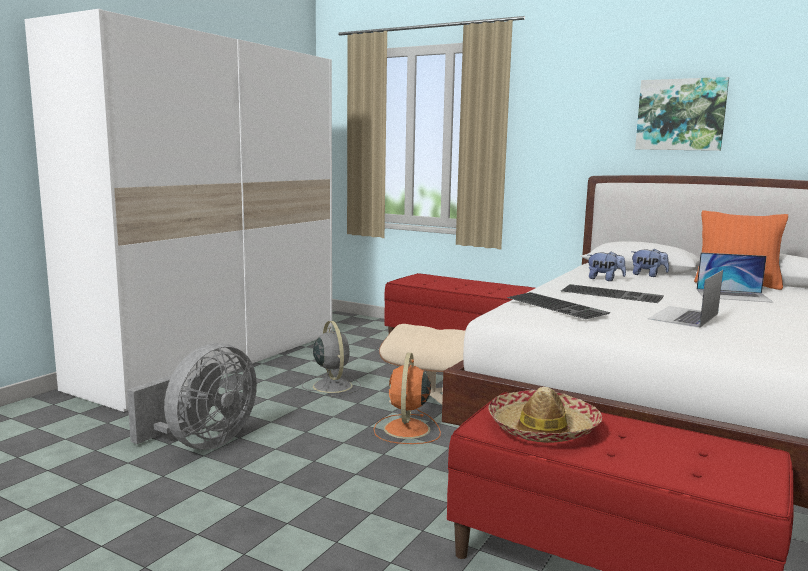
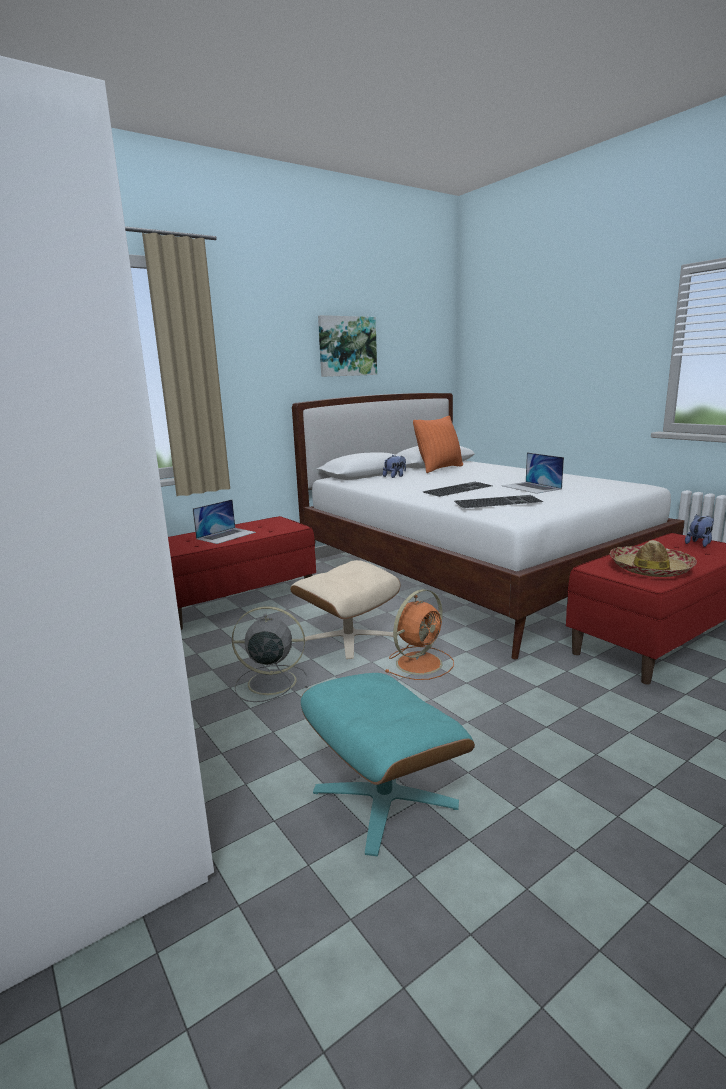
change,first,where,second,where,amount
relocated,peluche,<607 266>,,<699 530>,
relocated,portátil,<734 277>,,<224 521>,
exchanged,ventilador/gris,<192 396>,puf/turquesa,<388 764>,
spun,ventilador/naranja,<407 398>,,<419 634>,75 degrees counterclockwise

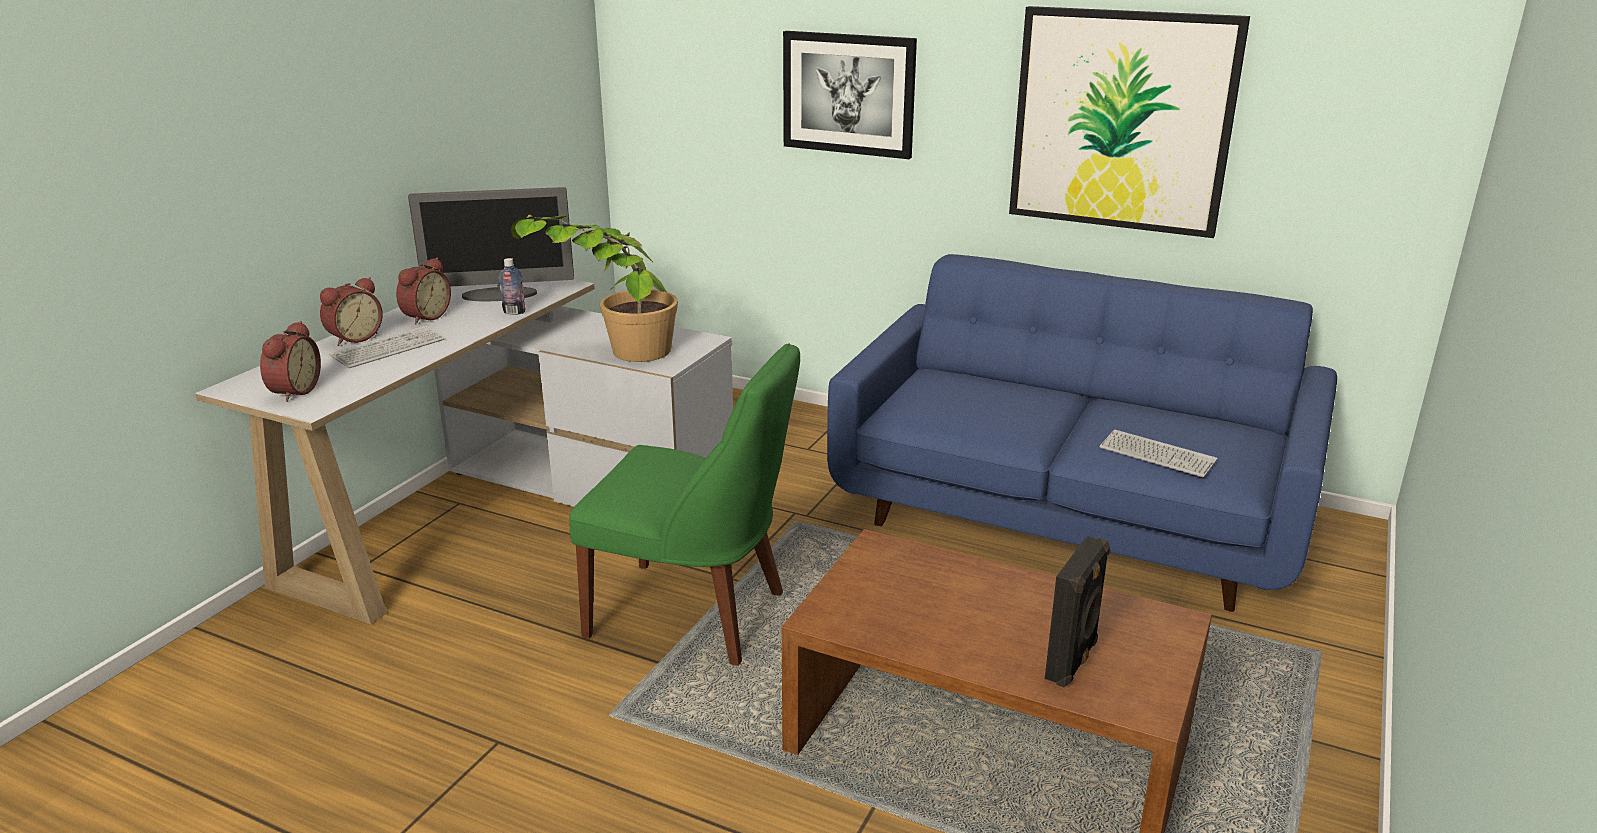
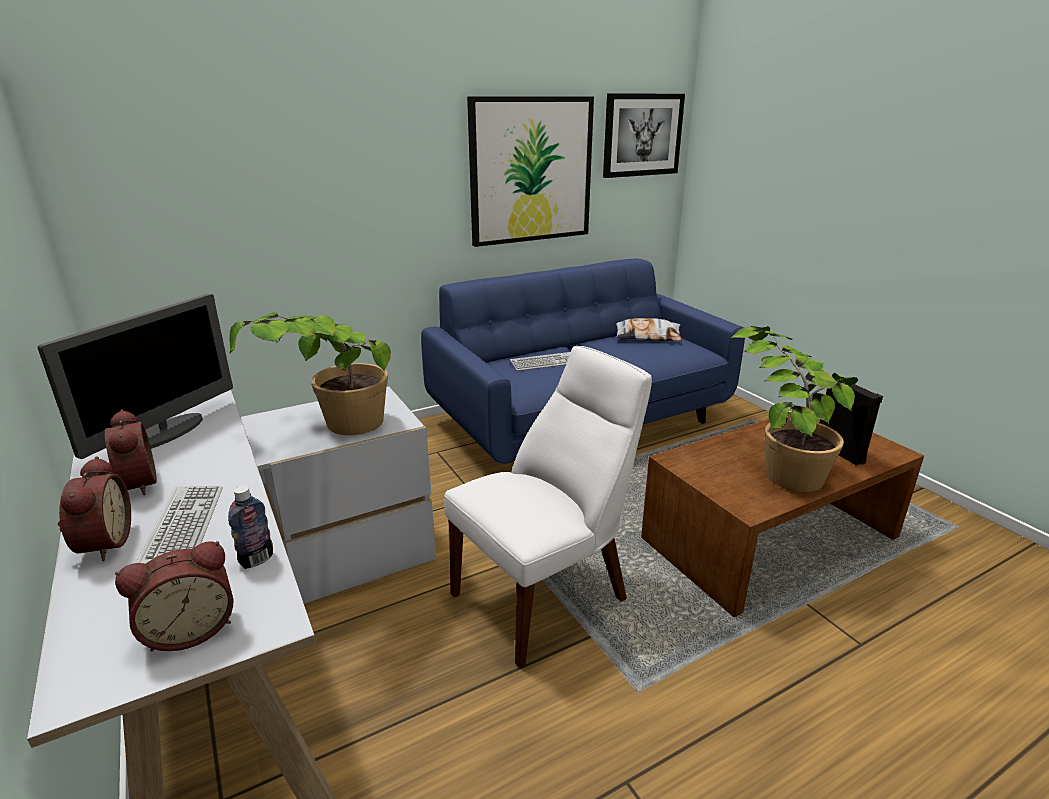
change,first,where,second,where,amount
appeared,,,cojín,<649 329>,
appeared,,,planta en maceta,<794 409>,
relocated,botella,<512 286>,,<250 527>,
relocated,cuadro,<850 95>,,<644 135>,
relocated,teclado,<1159 453>,,<540 361>,
colour,silla/verde,<684 504>,silla/blanco,<548 507>,
spun,despertador,<290 361>,,<174 596>,105 degrees clockwise

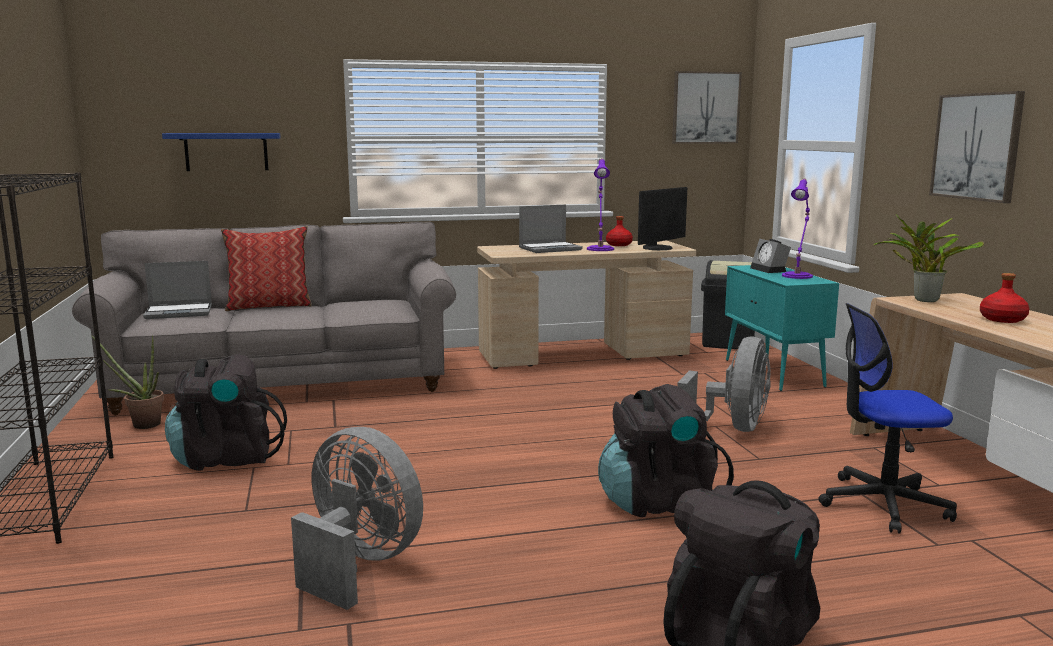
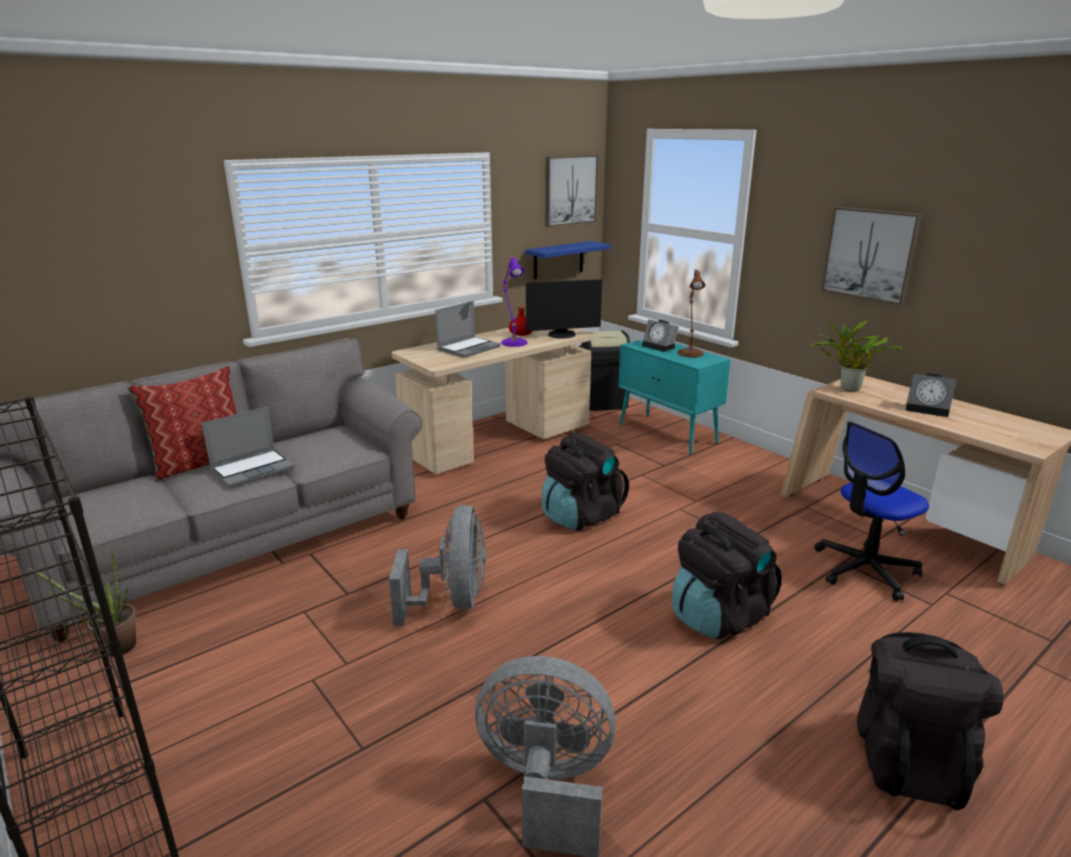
change,first,where,second,where,amount
relocated,portátil,<177 290>,,<248 447>,
relocated,estante/azul,<221 152>,,<568 260>,
relocated,mochila/negro,<226 412>,,<585 482>,
relocated,ventilador/gris,<724 384>,,<437 565>,
exchanged,botella/rojo,<1004 298>,despertador,<931 395>,
colour,lámpara de mesa/morado,<797 229>,lámpara de mesa/marrón,<691 313>,
spun,monitor,<662 218>,,<564 309>,60 degrees clockwise

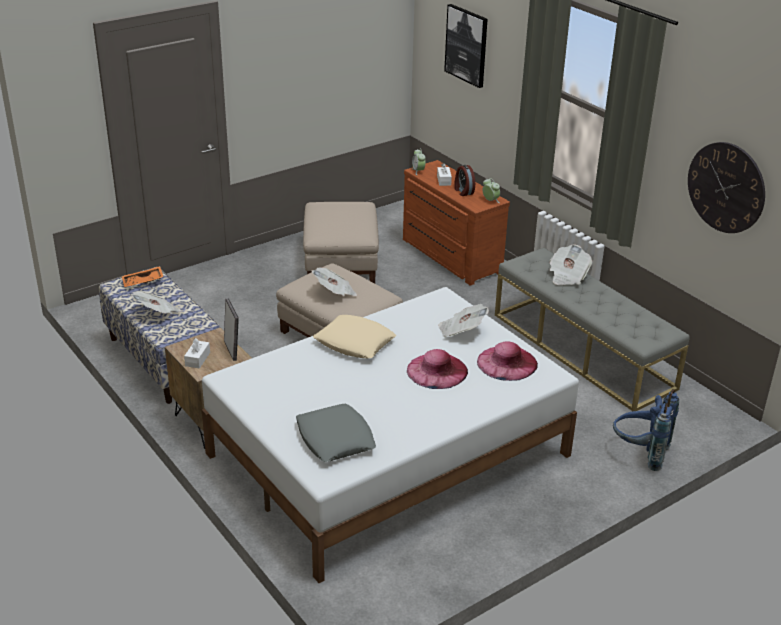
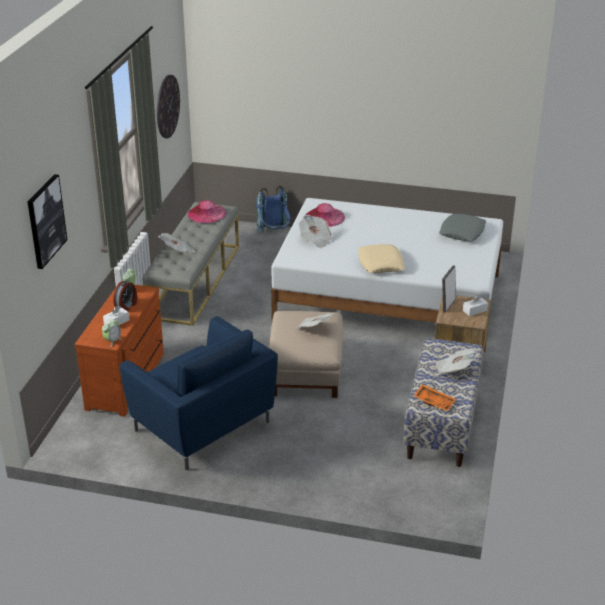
change,first,where,second,where,amount
relocated,sombrero/rosa,<437 369>,,<207 211>,
exchanged,puf/beis,<341 242>,sillón/azul,<199 393>,

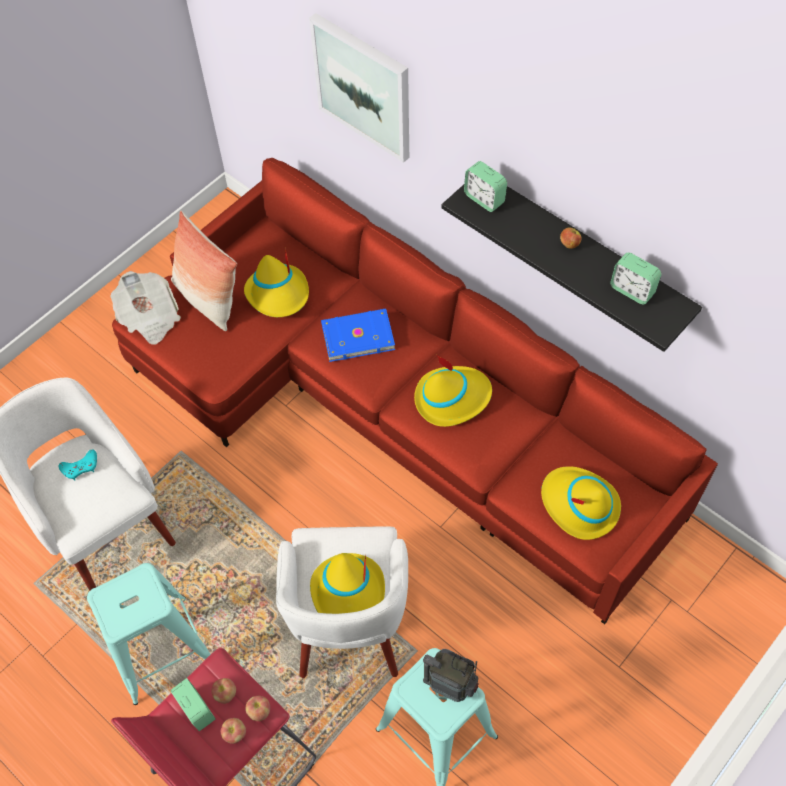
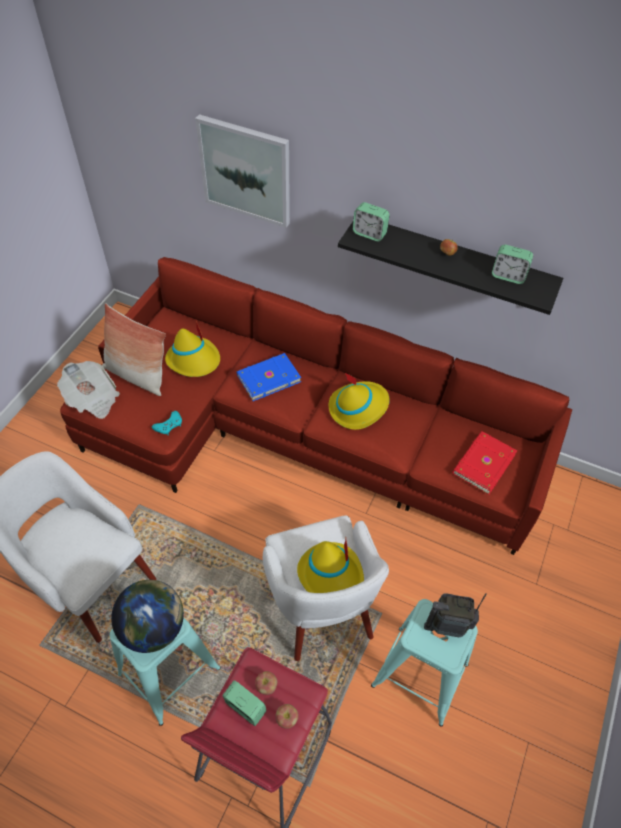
change,first,where,second,where,amount
missing,manzana,<257 708>,,,
appeared,,,globo terráqueo,<147 616>,
relocated,mando de consola/turquesa,<78 465>,,<167 423>,
exchanged,sombrero/amarillo,<581 503>,libro/rojo,<485 463>,

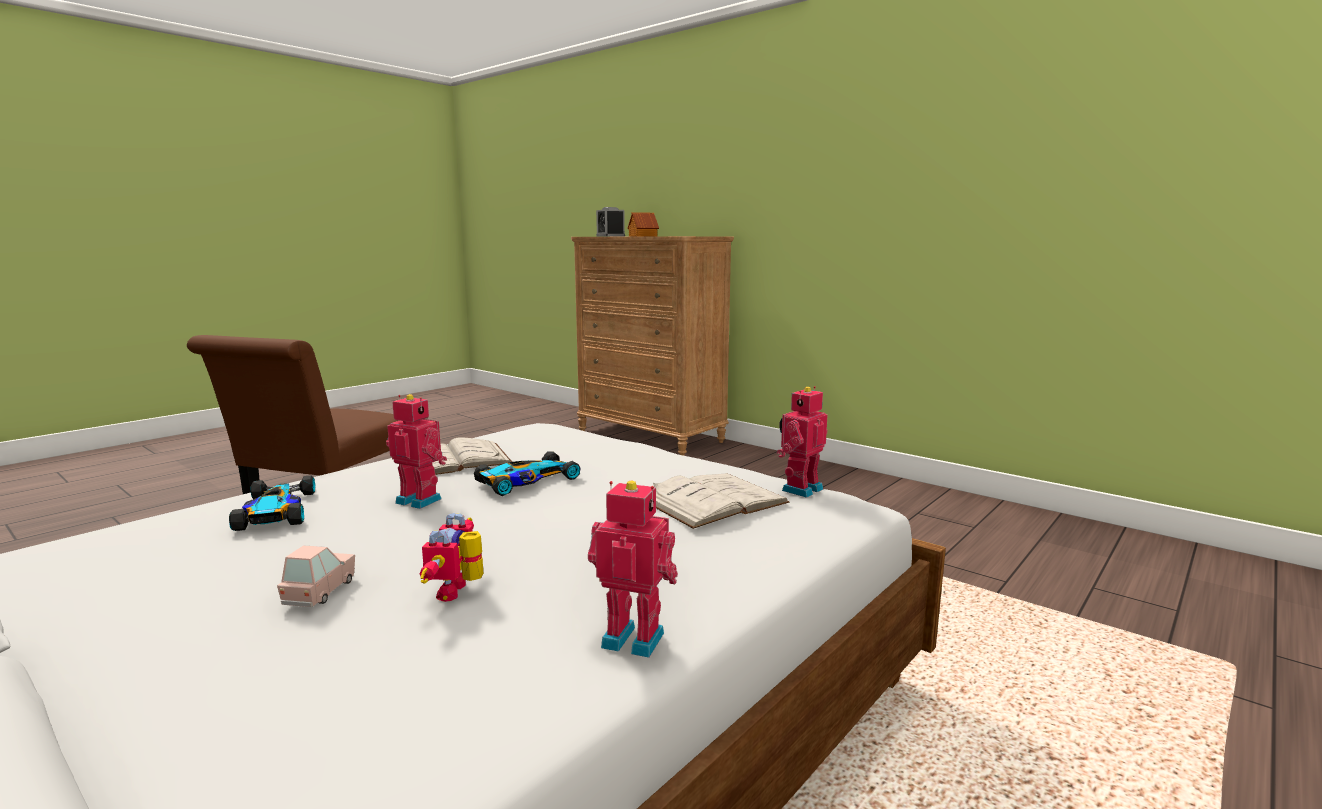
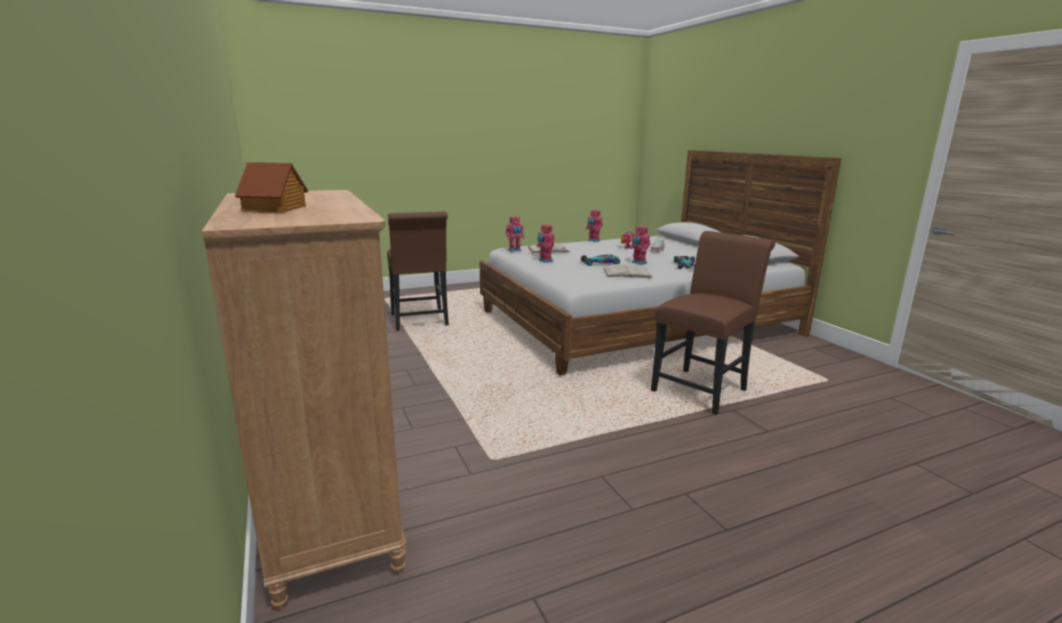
change,first,where,second,where,amount
missing,despertador,<610 221>,,,
appeared,,,silla/marrón,<418 271>,
appeared,,,robot de juguete,<546 243>,

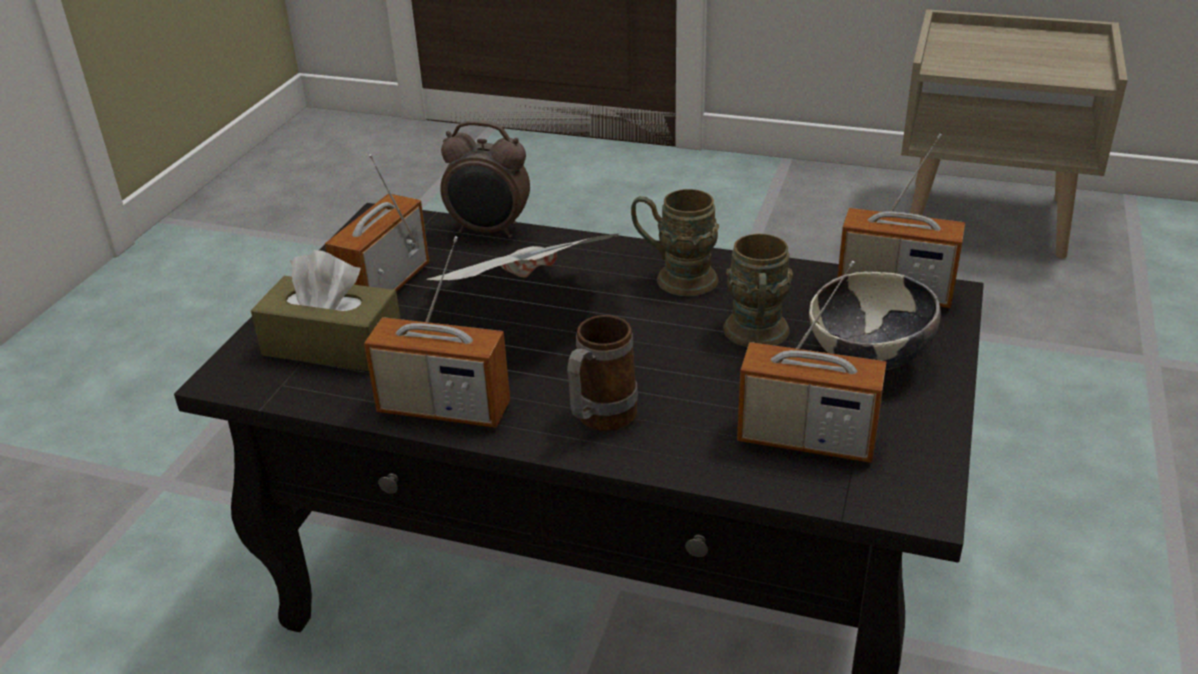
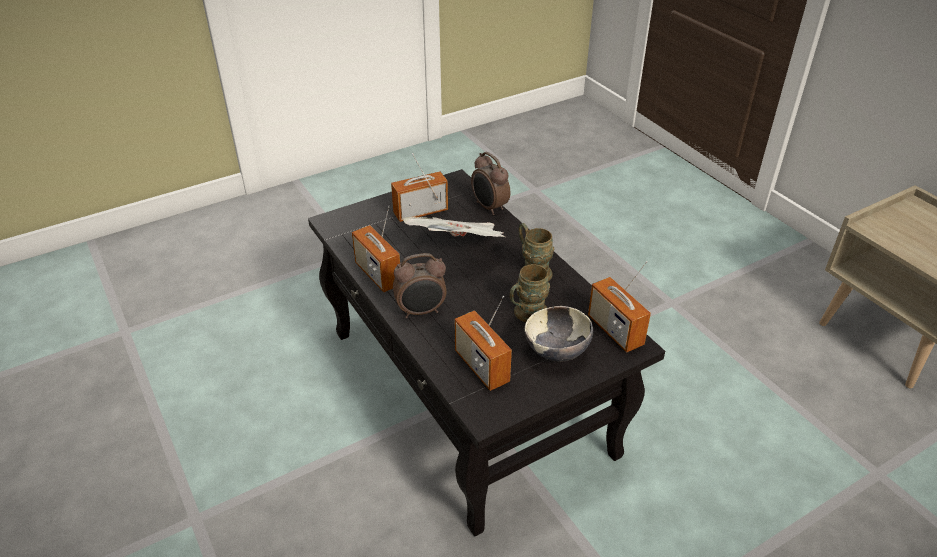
change,first,where,second,where,amount
missing,caja de pañuelos/marrón,<326 310>,,,
exchanged,taza grande,<602 373>,despertador,<420 285>,

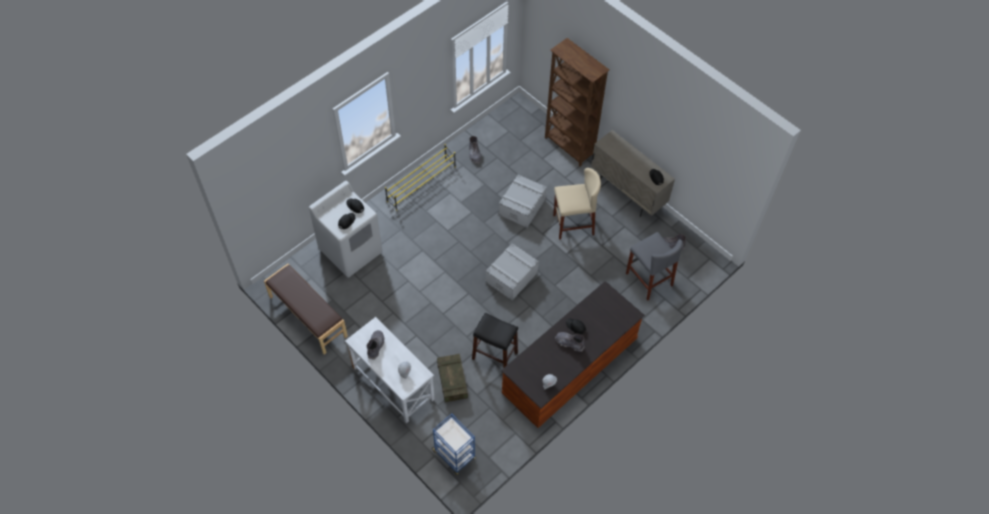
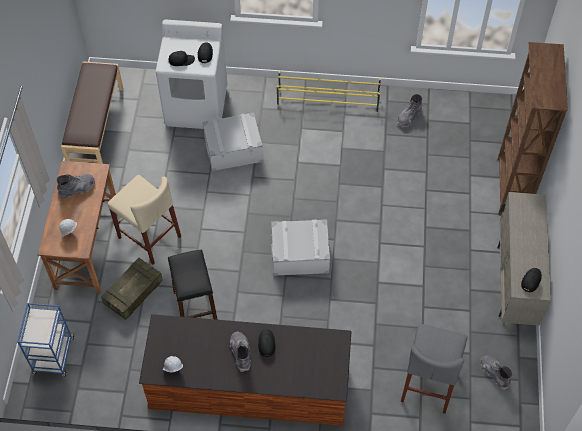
change,first,where,second,where,amount
relocated,caja de almacenaje/gris,<523 201>,,<233 141>,
relocated,taburete/beis,<577 204>,,<144 219>,
colour,escritorio/blanco,<390 370>,escritorio/marrón,<77 227>,

